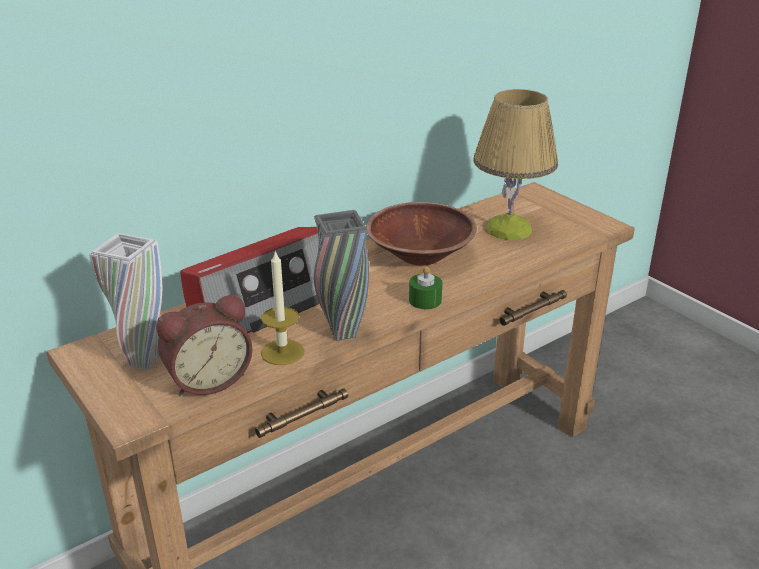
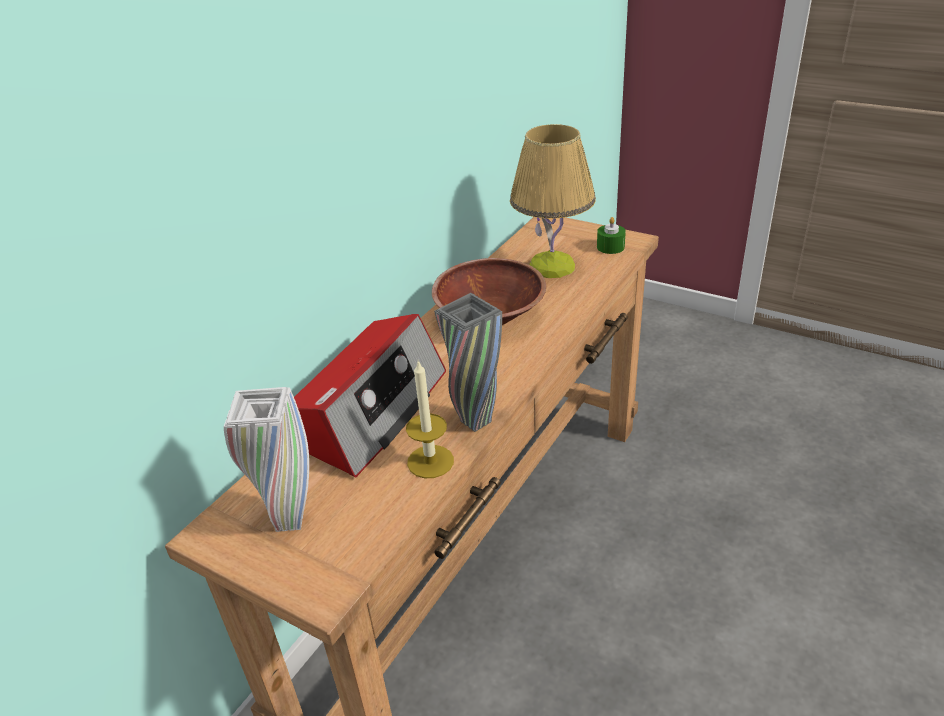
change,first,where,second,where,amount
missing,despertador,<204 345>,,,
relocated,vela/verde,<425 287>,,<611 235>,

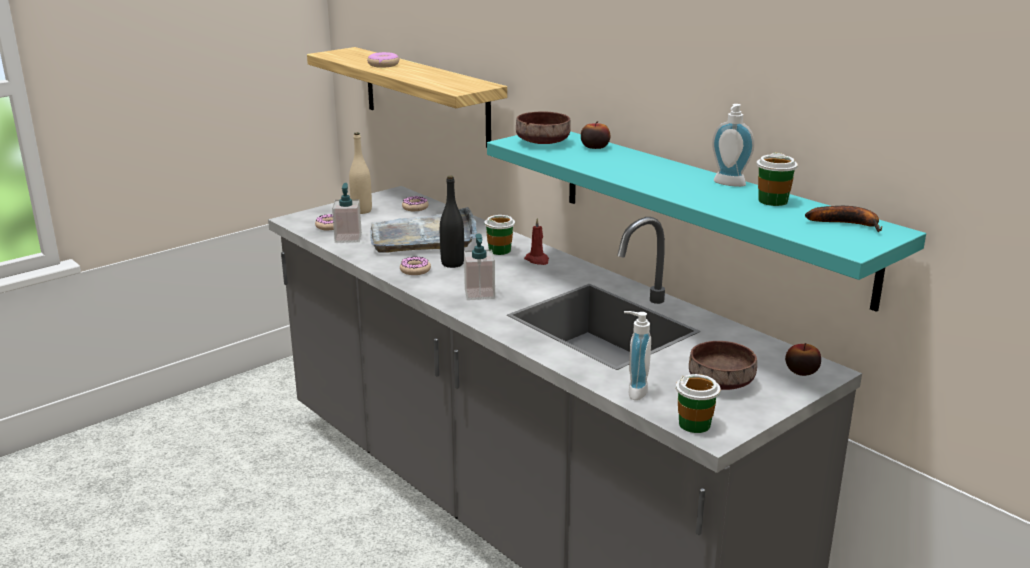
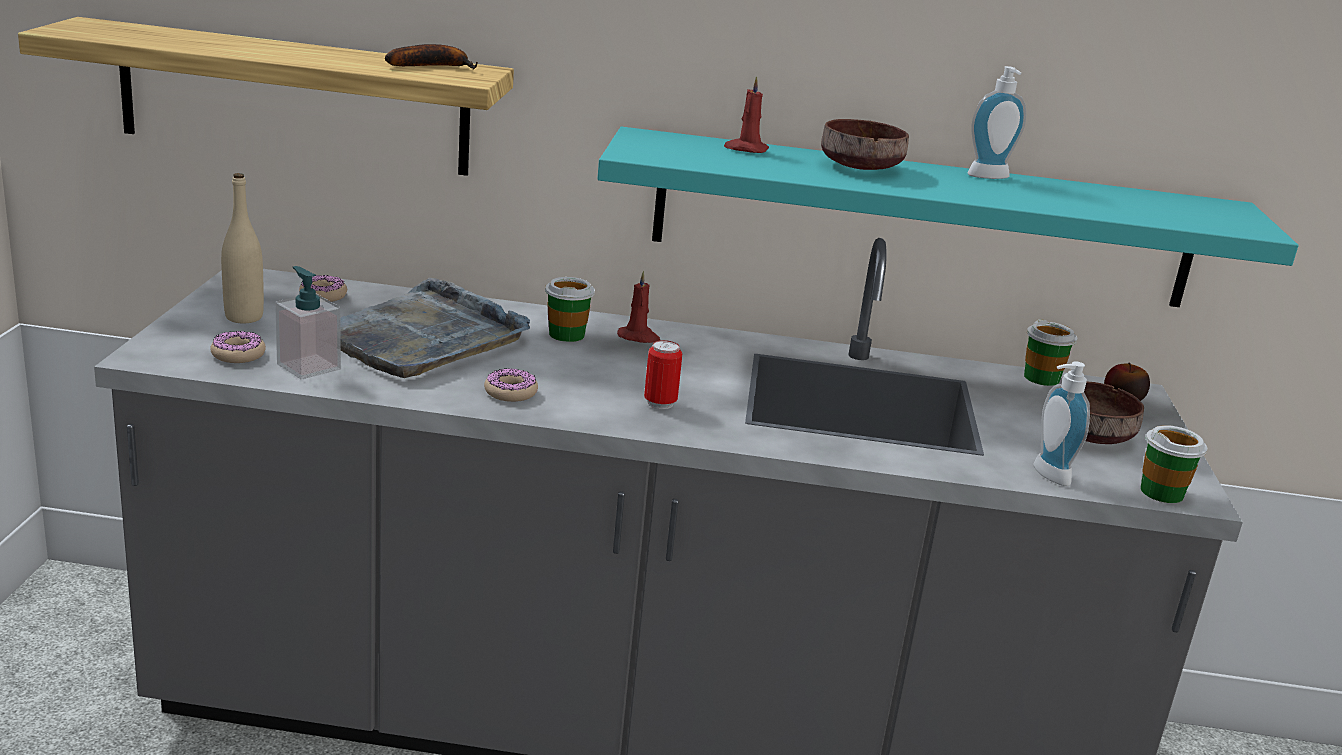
change,first,where,second,where,amount
missing,rosquilla,<383 60>,,,
missing,botella/negro,<452 221>,,,
relocated,cuenco/marrón,<543 127>,,<865 144>,
relocated,taza,<777 179>,,<1050 352>,
relocated,plátano,<843 219>,,<431 57>,
exchanged,dispensador de jabón,<479 267>,lata,<663 374>,
exchanged,manzana,<595 135>,vela/rojo,<746 114>,

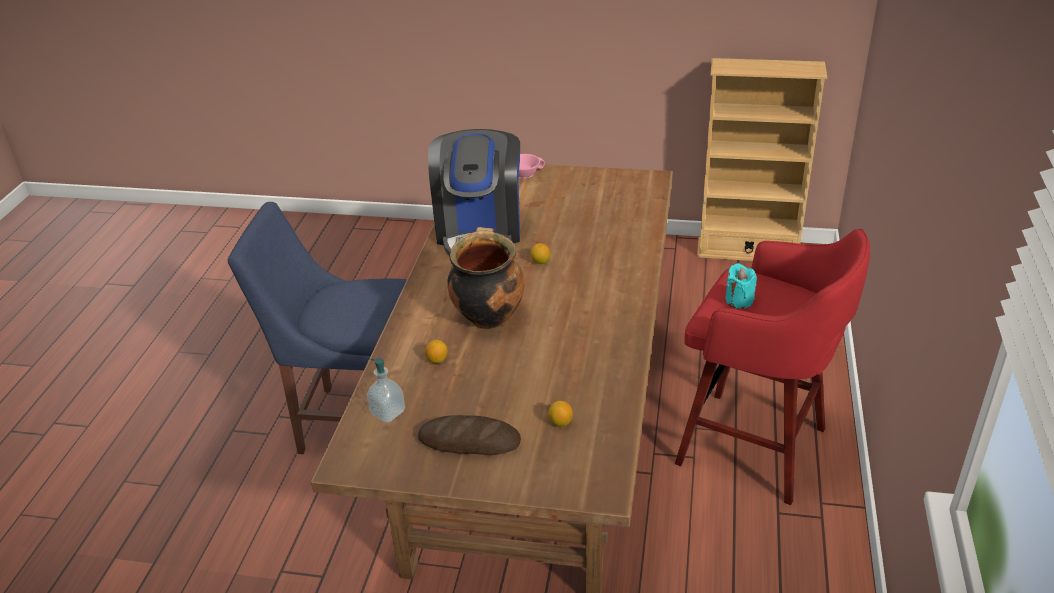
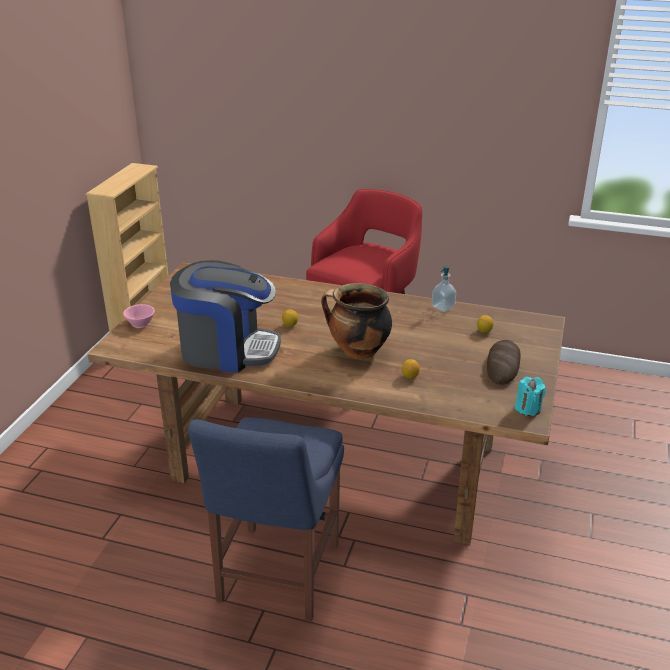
change,first,where,second,where,amount
relocated,dispensador de jabón,<385 390>,,<444 289>,
relocated,vela/turquesa,<741 286>,,<530 396>,

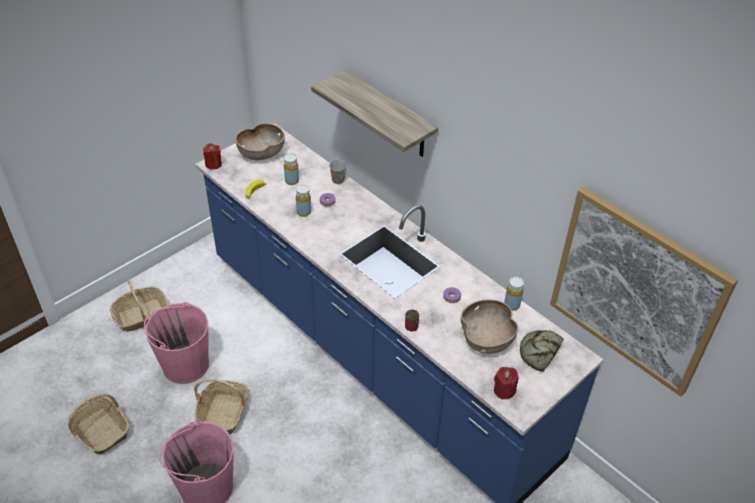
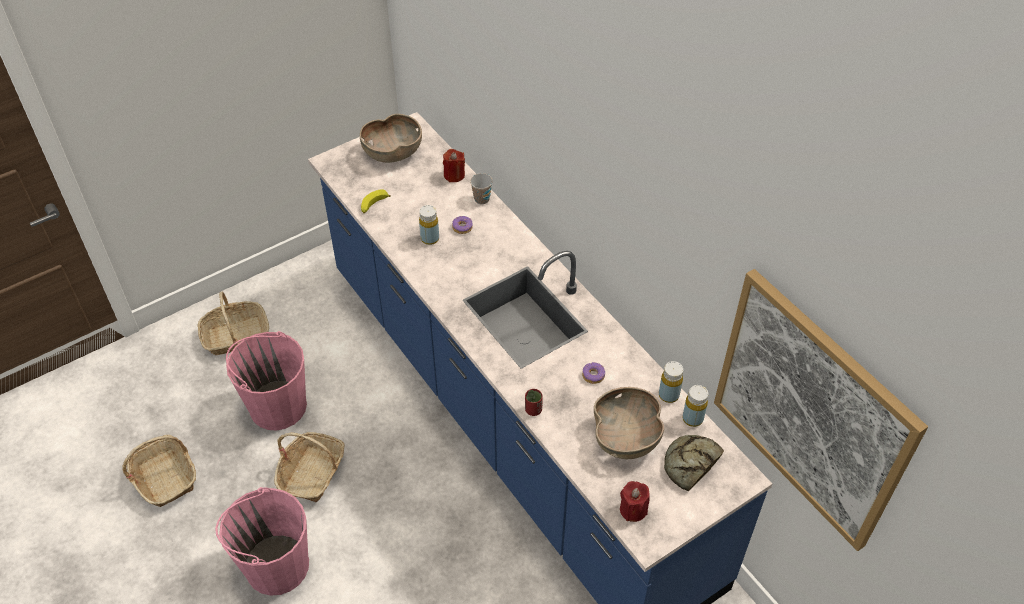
change,first,where,second,where,amount
missing,estante,<374 113>,,,
relocated,vela/rojo,<212 156>,,<454 165>,
relocated,botella/amarillo,<291 169>,,<695 406>,

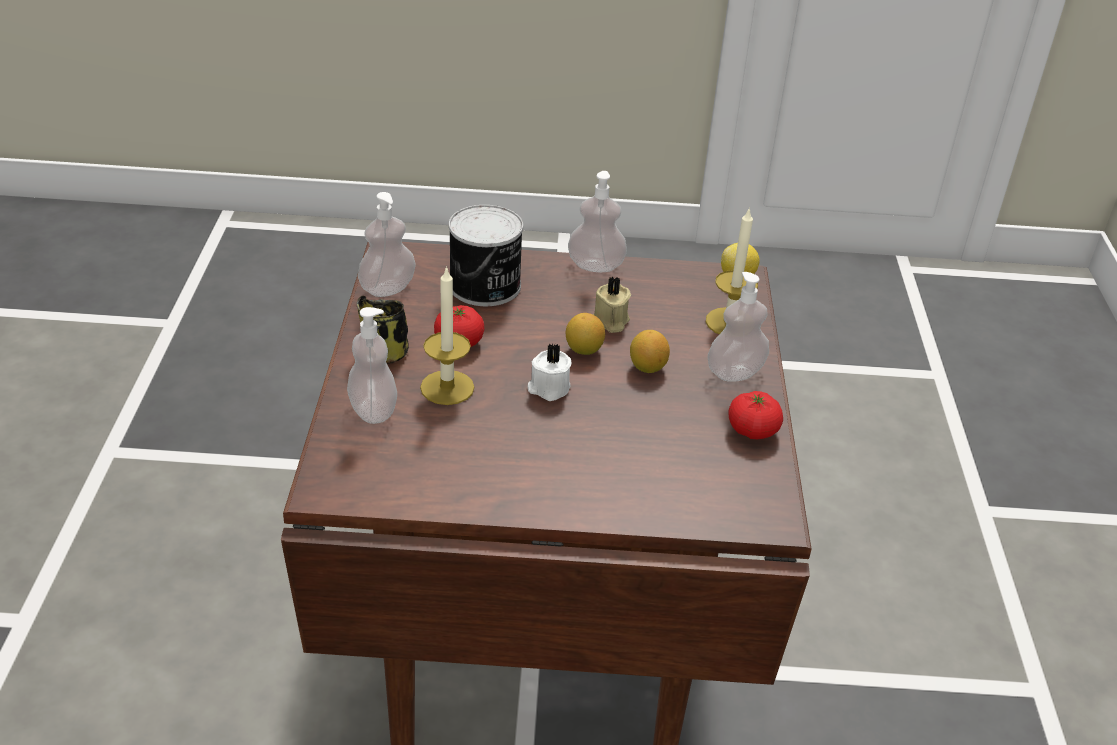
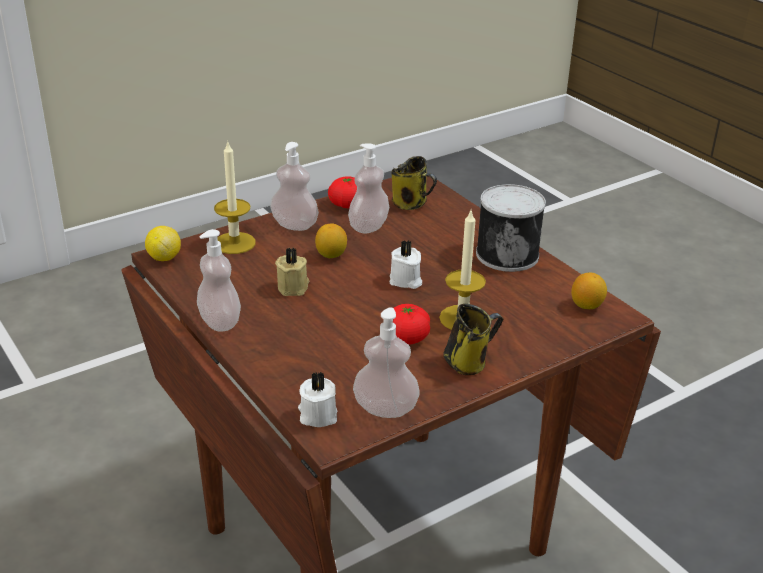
change,first,where,second,where,amount
appeared,,,vela/blanco,<318 399>,
appeared,,,taza grande,<414 183>,
relocated,dispensador de jabón,<372 365>,,<368 188>,
relocated,lata,<486 255>,,<511 228>,
relocated,limón,<585 334>,,<589 290>,

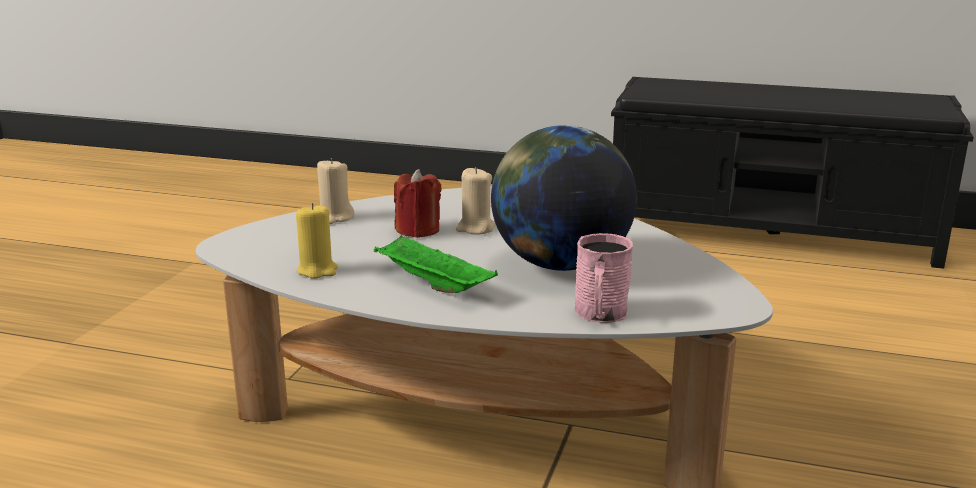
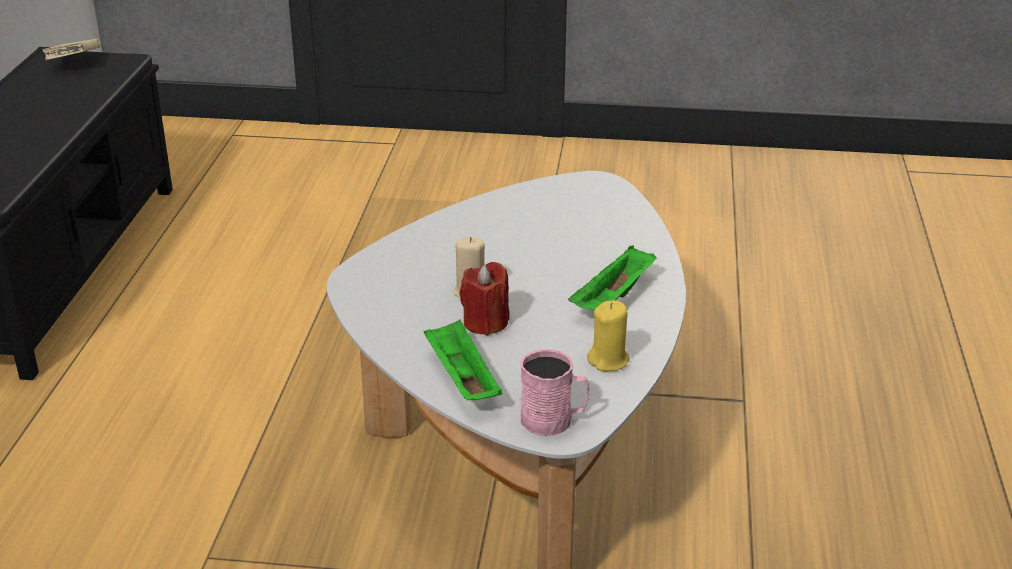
change,first,where,second,where,amount
missing,globo terráqueo,<564 198>,,,
appeared,,,libro/beis,<71 49>,
relocated,taza grande/rosa,<603 278>,,<554 392>,
exchanged,vela/beis,<336 191>,bandeja/verde,<463 360>,

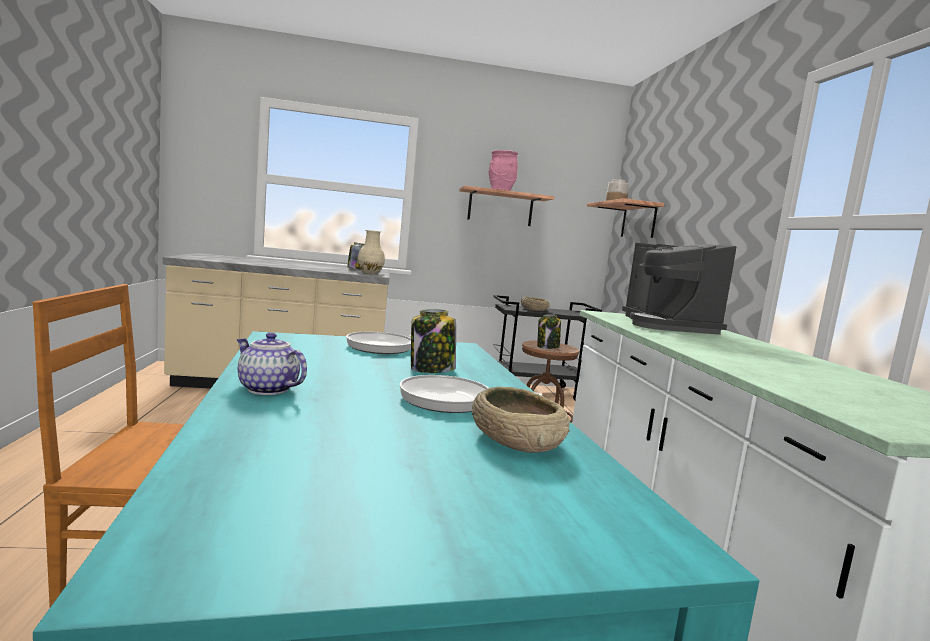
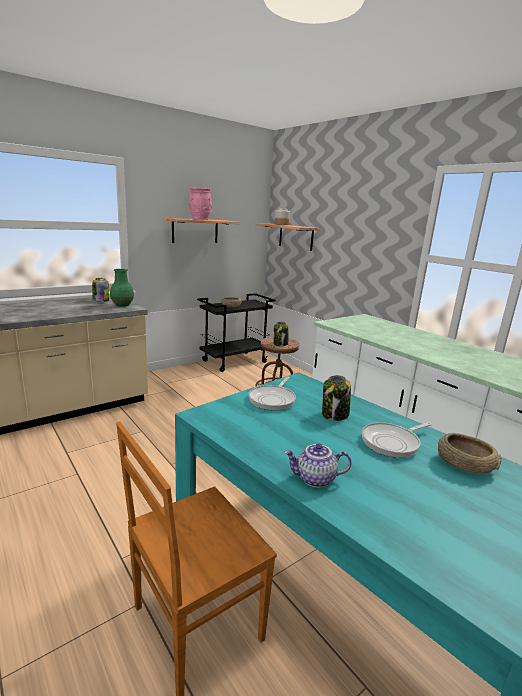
change,first,where,second,where,amount
missing,cafetera,<679 289>,,,
colour,florero/beis,<371 252>,florero/verde,<122 288>,

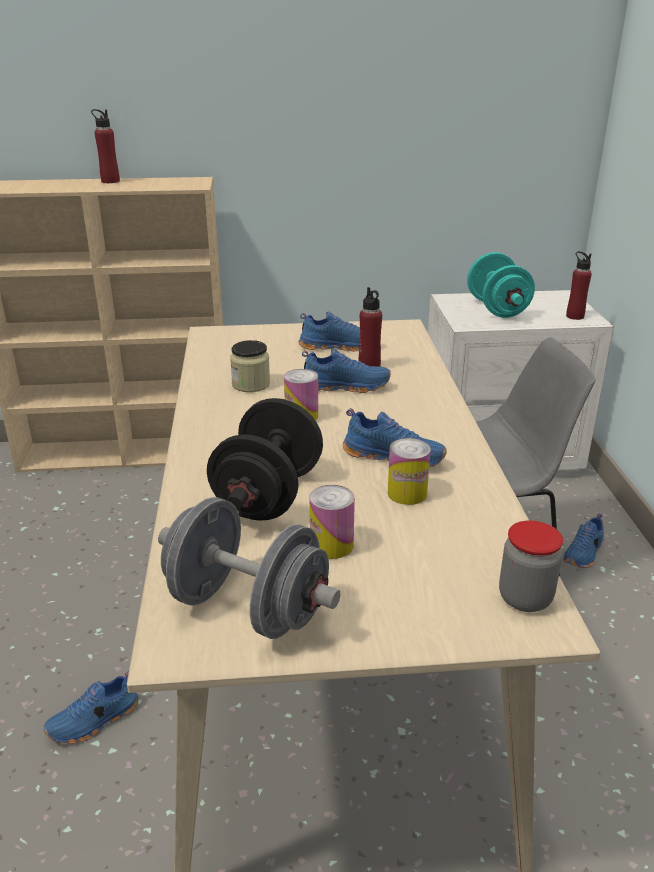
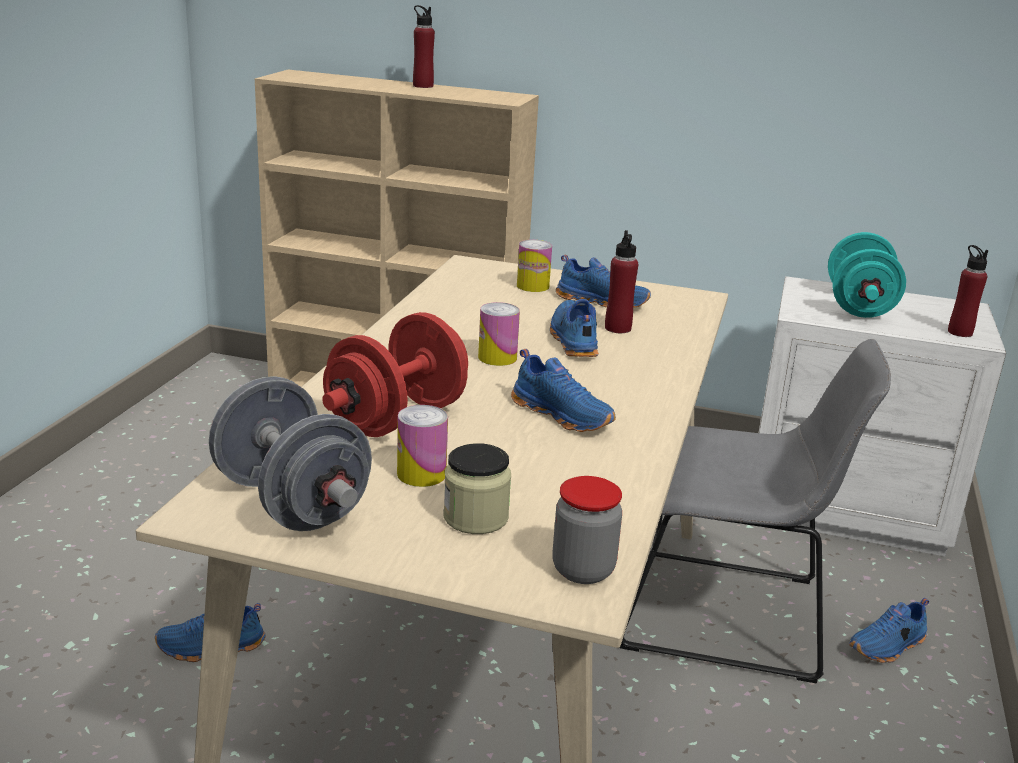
change,first,where,second,where,amount
relocated,tarro,<250 366>,,<477 488>,
relocated,lata,<409 471>,,<534 266>,
colour,mancuerna/negro,<265 459>,mancuerna/rojo,<395 374>,
spun,zapato/azul,<346 370>,,<574 328>,120 degrees counterclockwise

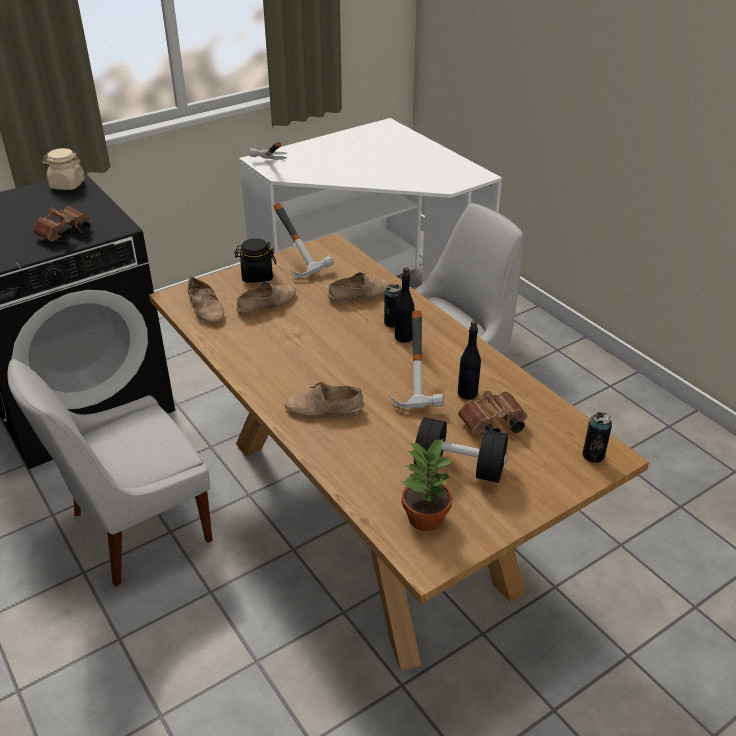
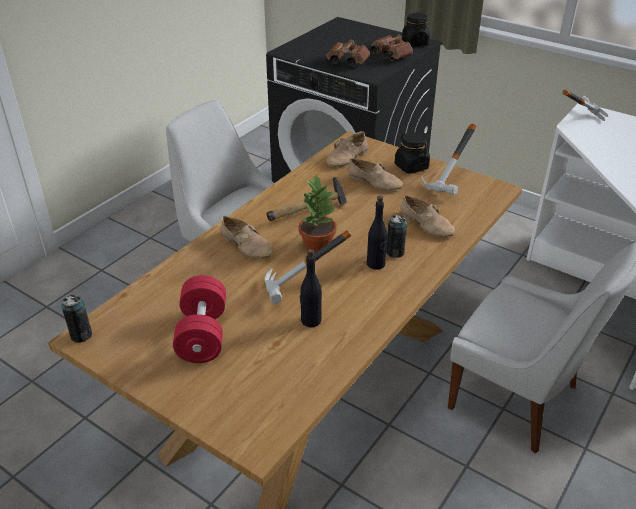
change,first,where,second,where,amount
appeared,,,martillo,<307 199>,
relocated,planta en maceta,<427 484>,,<318 213>,
relocated,prismáticos/marrón,<492 413>,,<392 47>,
relocated,lata,<597 437>,,<77 319>,
colour,tarro/beis,<63 169>,tarro/negro,<416 29>,
colour,mancuerna/negro,<461 450>,mancuerna/rojo,<199 319>,
spun,zapato/beis,<324 400>,,<246 237>,150 degrees clockwise

